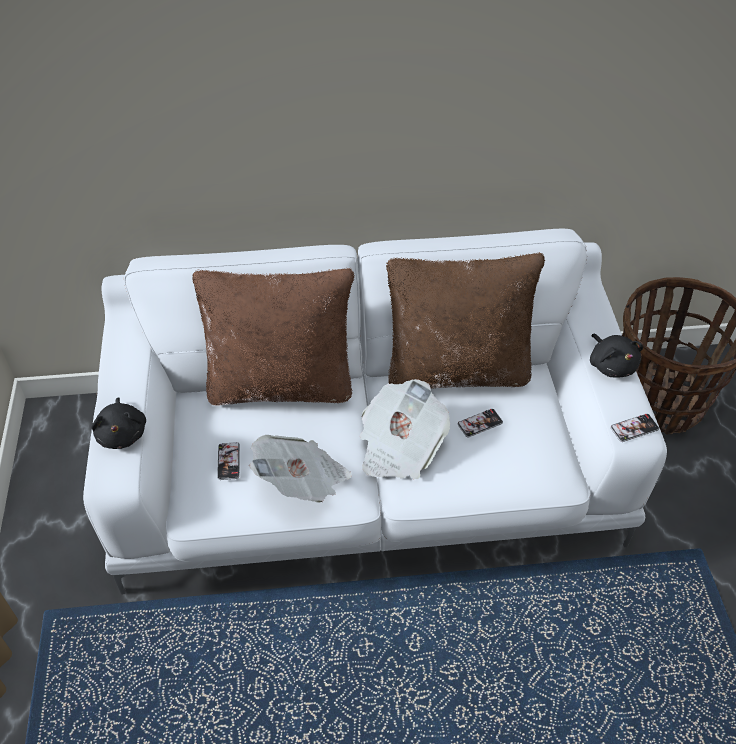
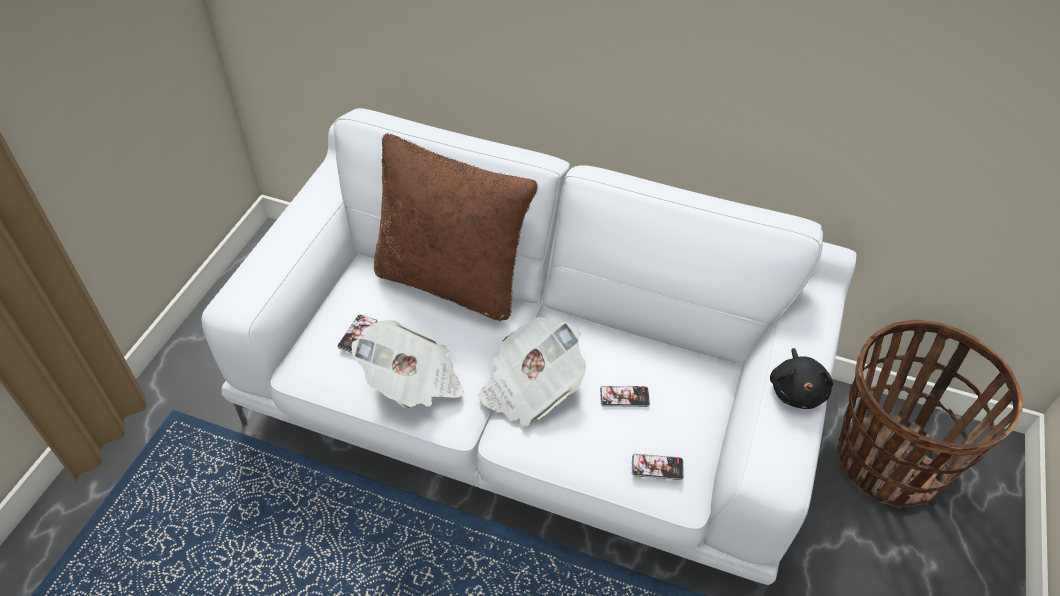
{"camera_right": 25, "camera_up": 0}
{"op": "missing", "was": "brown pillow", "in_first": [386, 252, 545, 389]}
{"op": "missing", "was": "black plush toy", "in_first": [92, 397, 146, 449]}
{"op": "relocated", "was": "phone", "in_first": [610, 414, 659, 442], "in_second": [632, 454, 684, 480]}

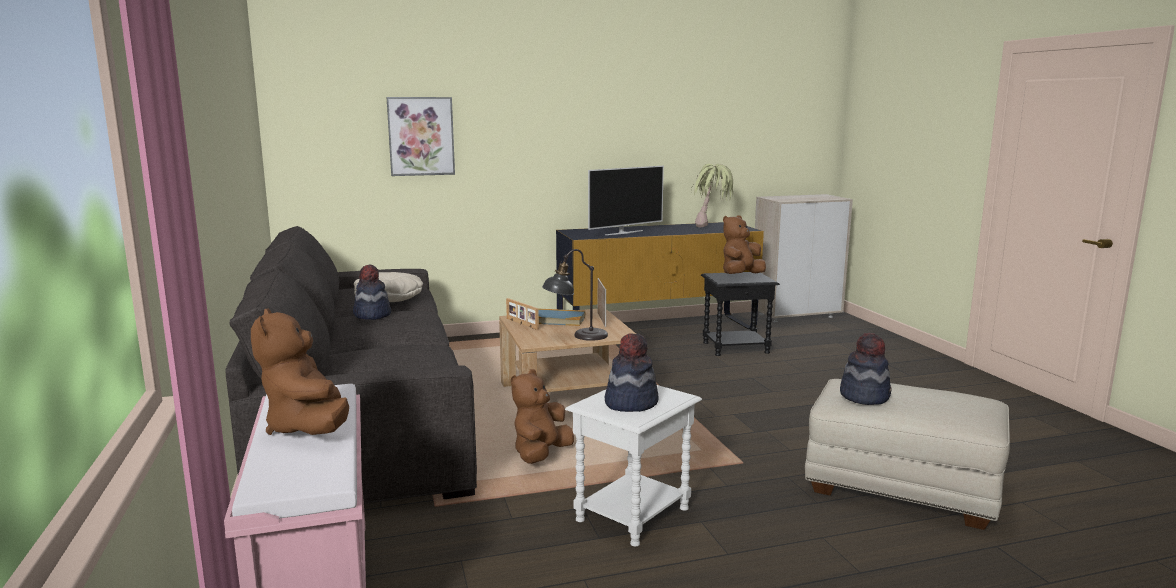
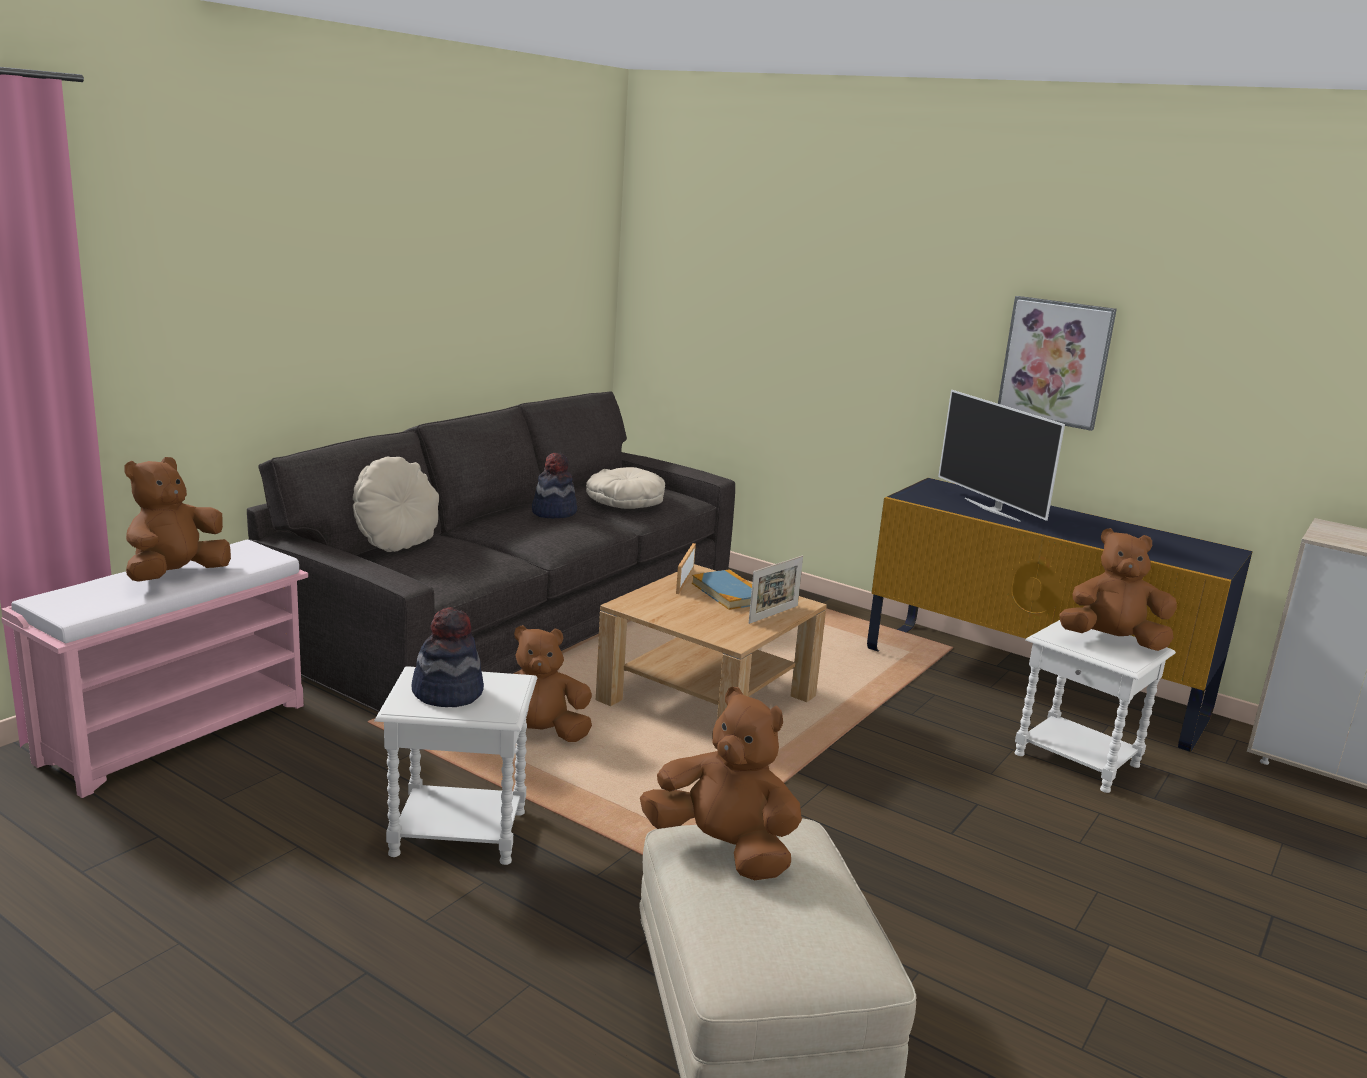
{"camera_right": 50, "camera_up": 5}
{"op": "relocated", "was": "picture", "in_first": [387, 97, 455, 176], "in_second": [998, 296, 1117, 431]}
{"op": "missing", "was": "potted plant", "in_first": [691, 164, 733, 227]}
{"op": "spun", "was": "television", "in_first": [588, 166, 664, 235], "in_second": [938, 390, 1065, 522], "clockwise": 45}
{"op": "missing", "was": "grey table lamp", "in_first": [542, 249, 608, 341]}
{"op": "colour", "was": "black side table", "now": "white side table", "in_first": [701, 272, 780, 356], "in_second": [1015, 620, 1176, 793]}
{"op": "exchanged", "was": "hat", "now": "brown plush toy", "in_first": [840, 333, 892, 405], "in_second": [640, 687, 802, 880]}
{"op": "appeared", "now": "beige pillow", "in_second": [353, 457, 439, 552]}

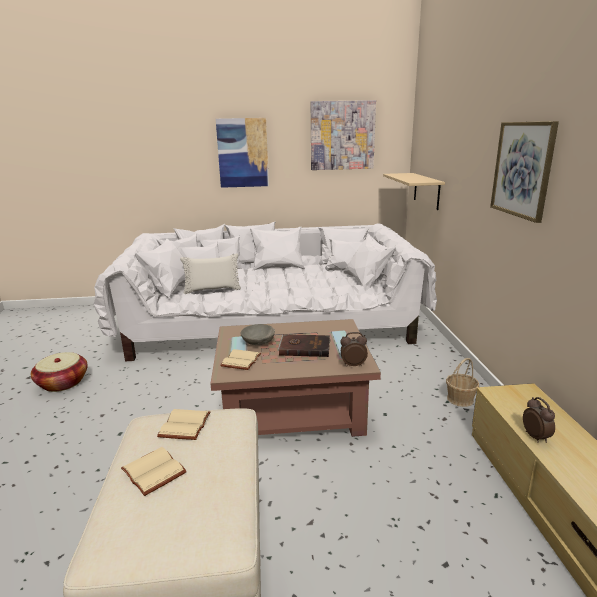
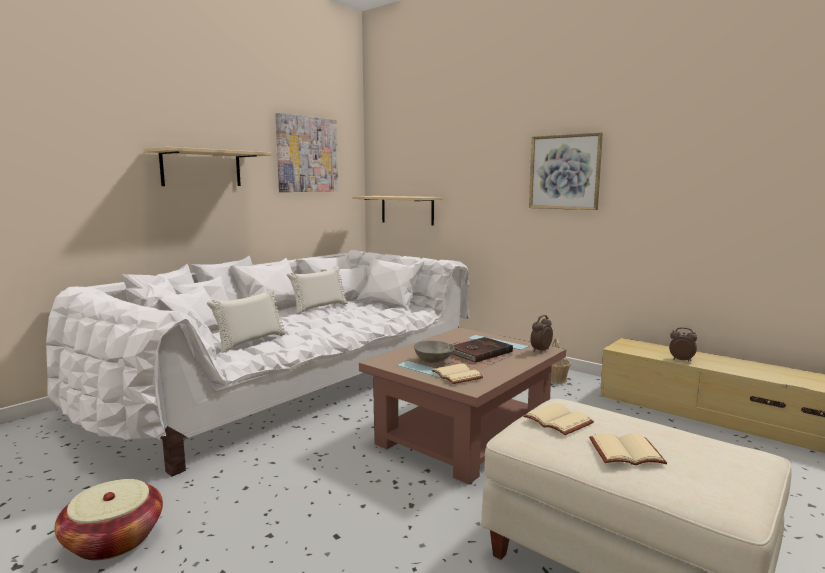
{"camera_right": -45, "camera_up": -10}
{"op": "exchanged", "was": "picture", "now": "beige shelf", "in_first": [216, 118, 269, 188], "in_second": [145, 147, 272, 186]}
{"op": "appeared", "now": "white pillow", "in_second": [287, 266, 347, 315]}

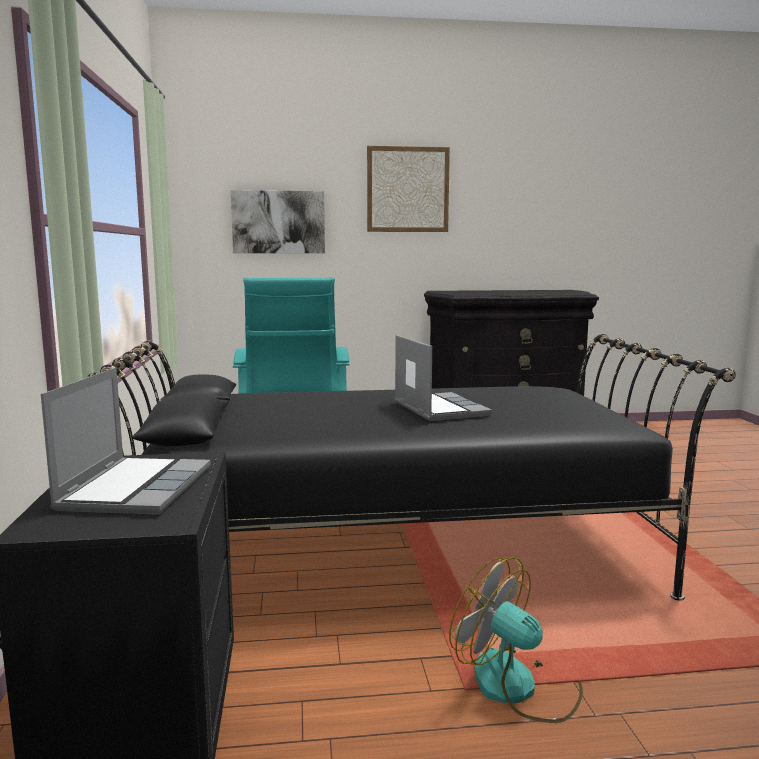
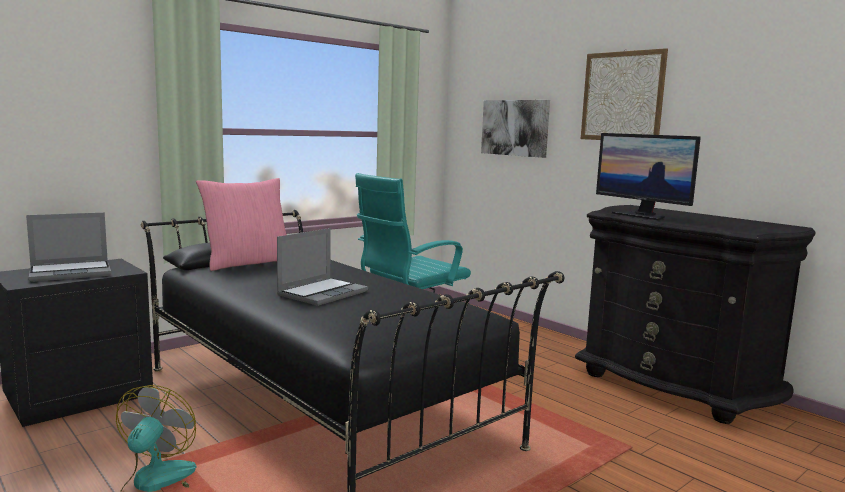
{"camera_right": 55, "camera_up": 0}
{"op": "appeared", "now": "monitor", "in_second": [596, 133, 701, 221]}
{"op": "appeared", "now": "pink pillow", "in_second": [196, 178, 287, 271]}

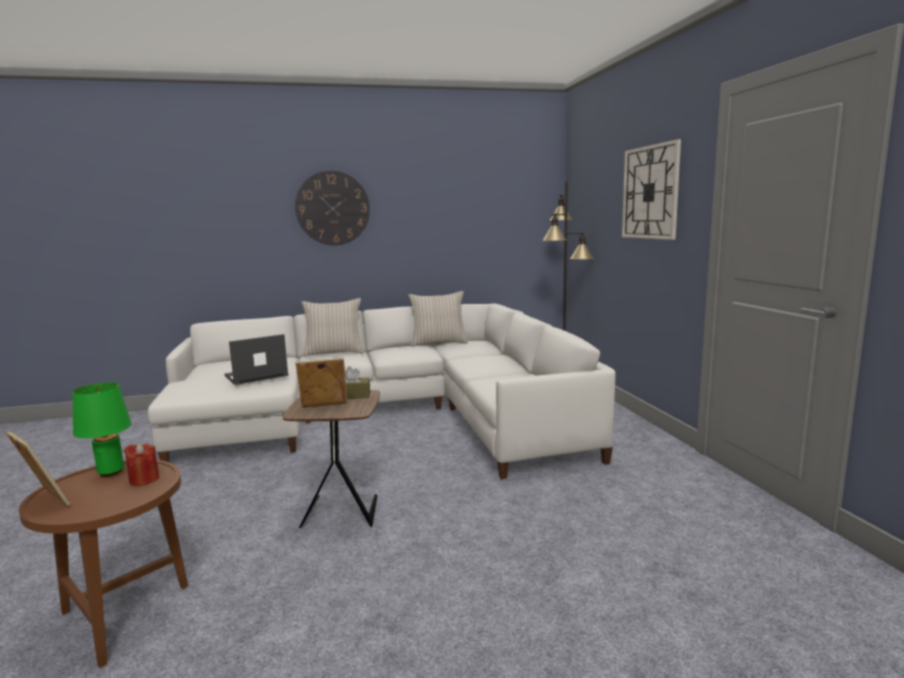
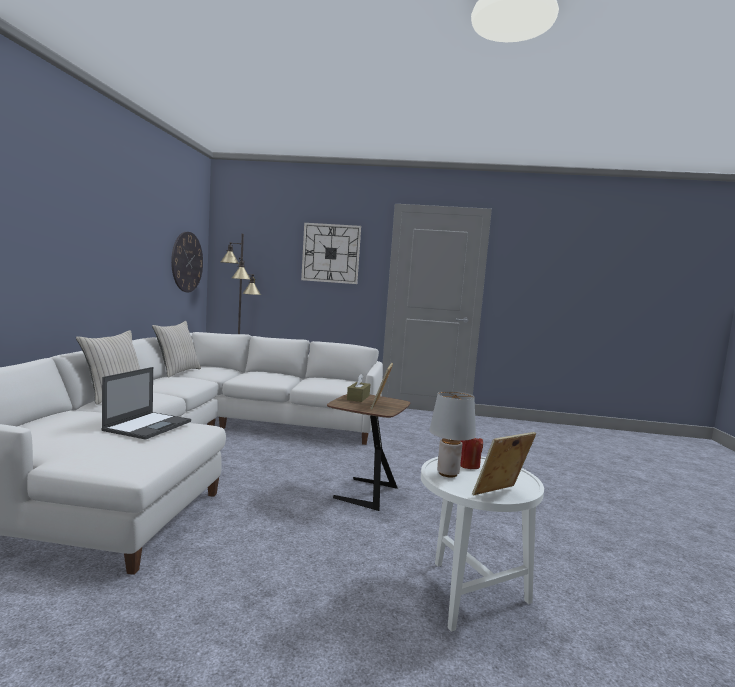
{"camera_right": -70, "camera_up": -5}
{"op": "relocated", "was": "wall clock", "in_first": [295, 170, 370, 246], "in_second": [171, 232, 203, 292]}
{"op": "spun", "was": "laptop", "in_first": [224, 334, 288, 385], "in_second": [101, 367, 191, 440], "clockwise": -150}
{"op": "colour", "was": "green table lamp", "now": "grey table lamp", "in_first": [72, 382, 131, 477], "in_second": [429, 391, 476, 478]}
{"op": "colour", "was": "brown side table", "now": "white side table", "in_first": [19, 460, 188, 668], "in_second": [421, 456, 544, 632]}

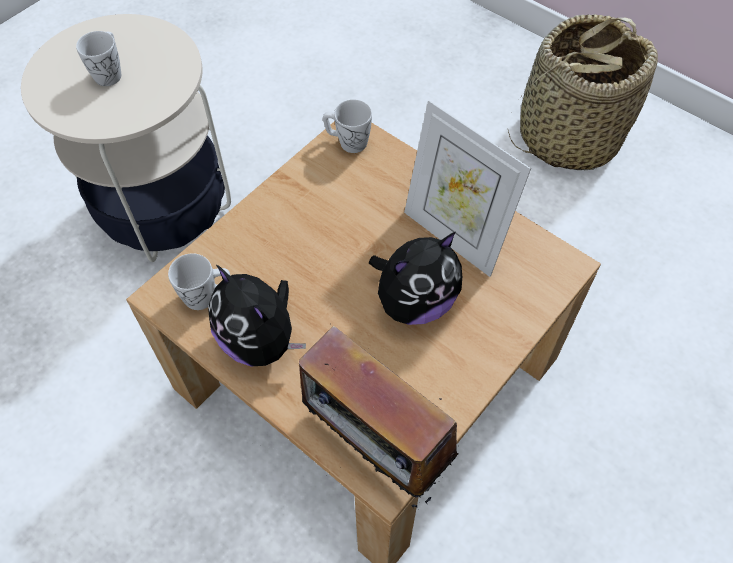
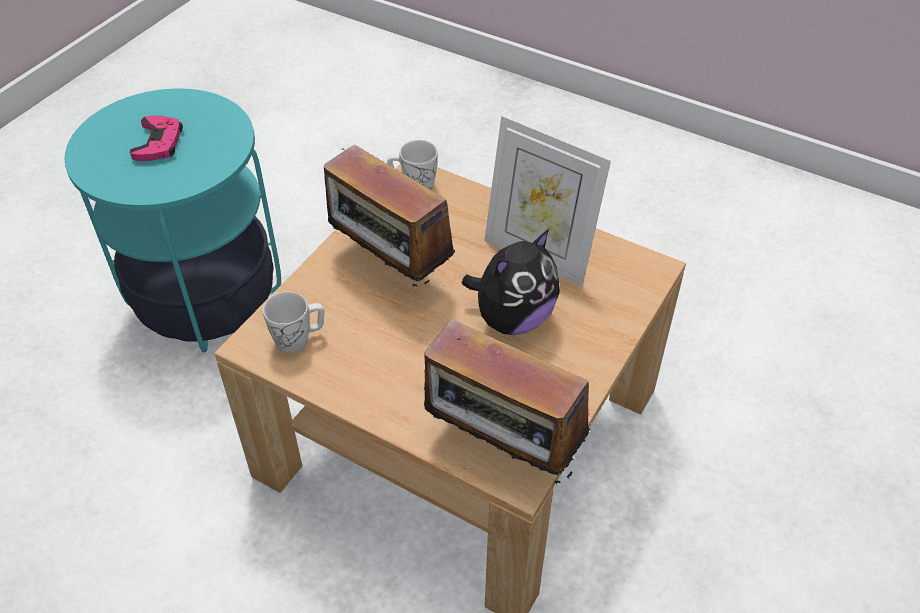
{"camera_right": -10, "camera_up": -10}
{"op": "colour", "was": "beige side table", "now": "turquoise side table", "in_first": [21, 14, 231, 262], "in_second": [65, 89, 281, 353]}
{"op": "missing", "was": "basket", "in_first": [507, 14, 658, 170]}
{"op": "exchanged", "was": "white mug", "now": "pink game controller", "in_first": [76, 31, 121, 86], "in_second": [130, 116, 183, 161]}
{"op": "missing", "was": "plush toy", "in_first": [208, 264, 306, 366]}
{"op": "appeared", "now": "radio", "in_second": [324, 144, 455, 290]}

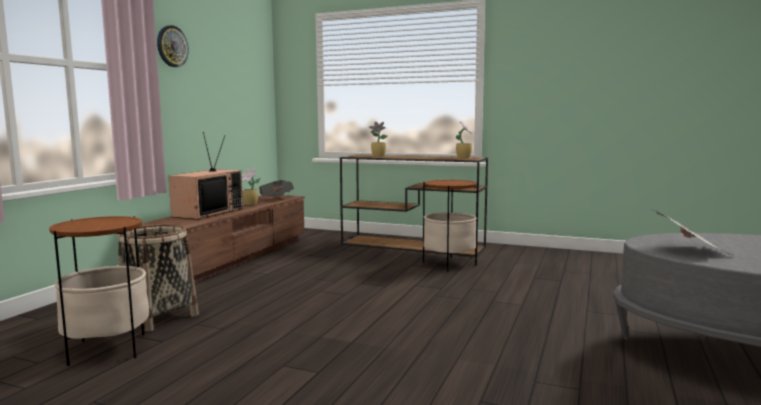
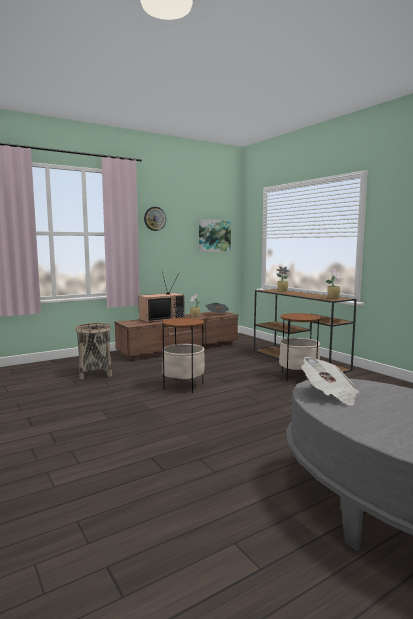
{"camera_right": 35, "camera_up": 0}
{"op": "relocated", "was": "side table", "in_first": [49, 216, 149, 366], "in_second": [162, 318, 205, 393]}
{"op": "appeared", "now": "picture", "in_second": [199, 219, 231, 252]}

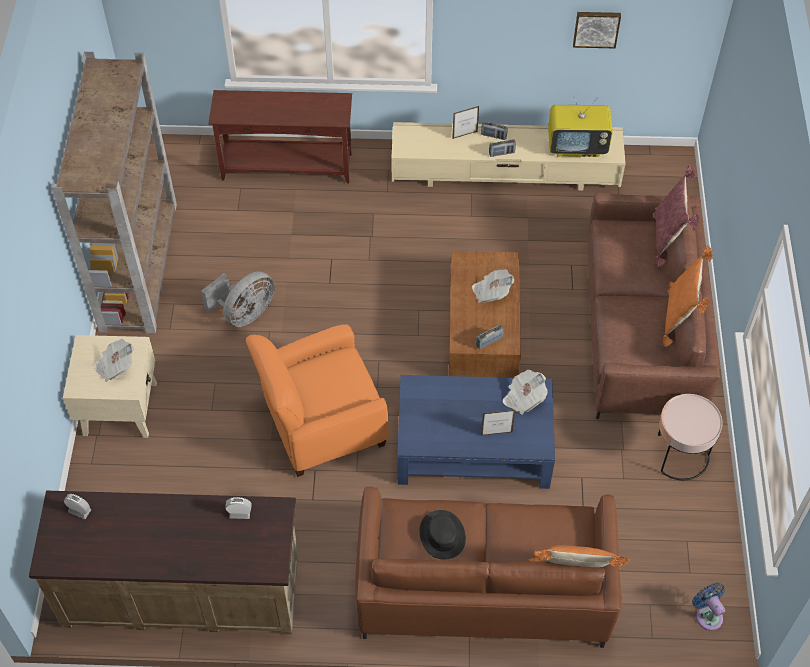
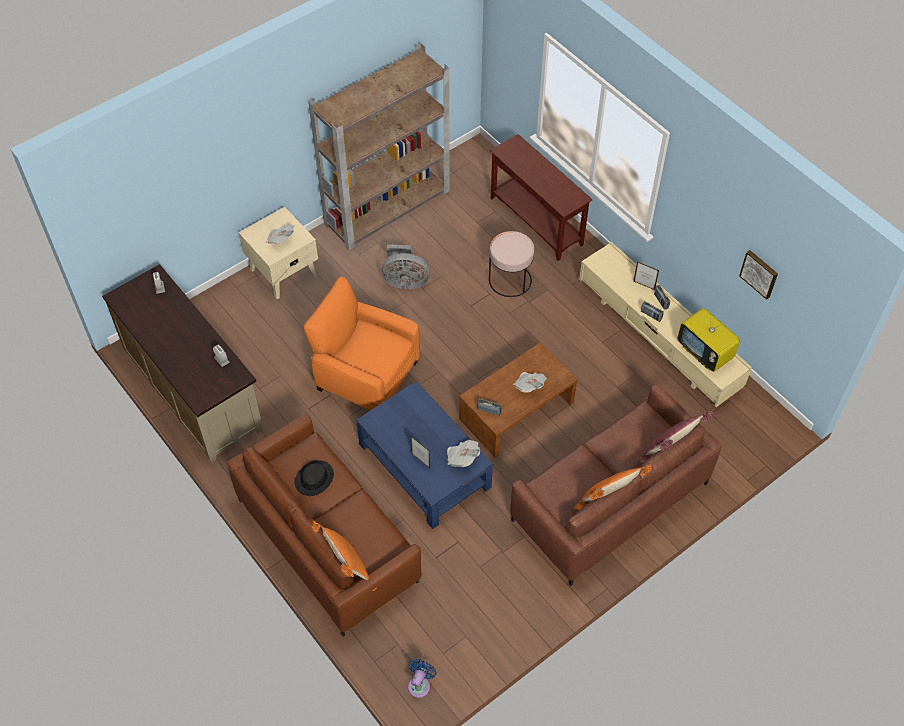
{"camera_right": 50, "camera_up": 0}
{"op": "relocated", "was": "pink side table", "in_first": [658, 394, 723, 480], "in_second": [489, 231, 534, 297]}

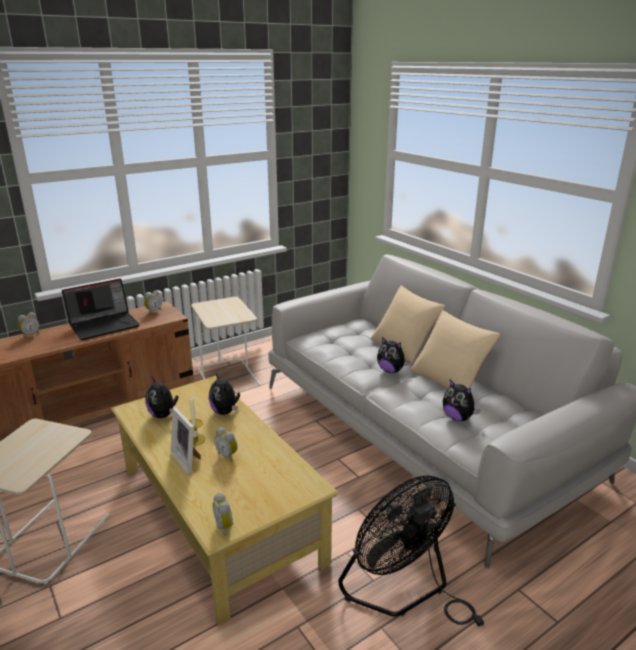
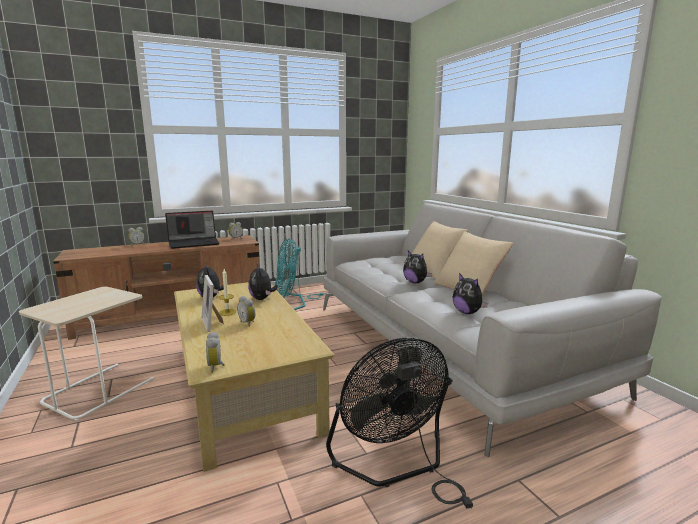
{"camera_right": 10, "camera_up": -10}
{"op": "exchanged", "was": "beige side table", "now": "turquoise fan", "in_first": [191, 297, 261, 386], "in_second": [275, 239, 325, 310]}

